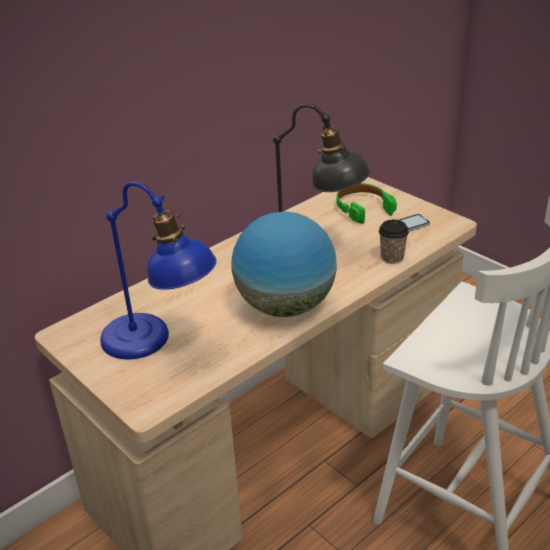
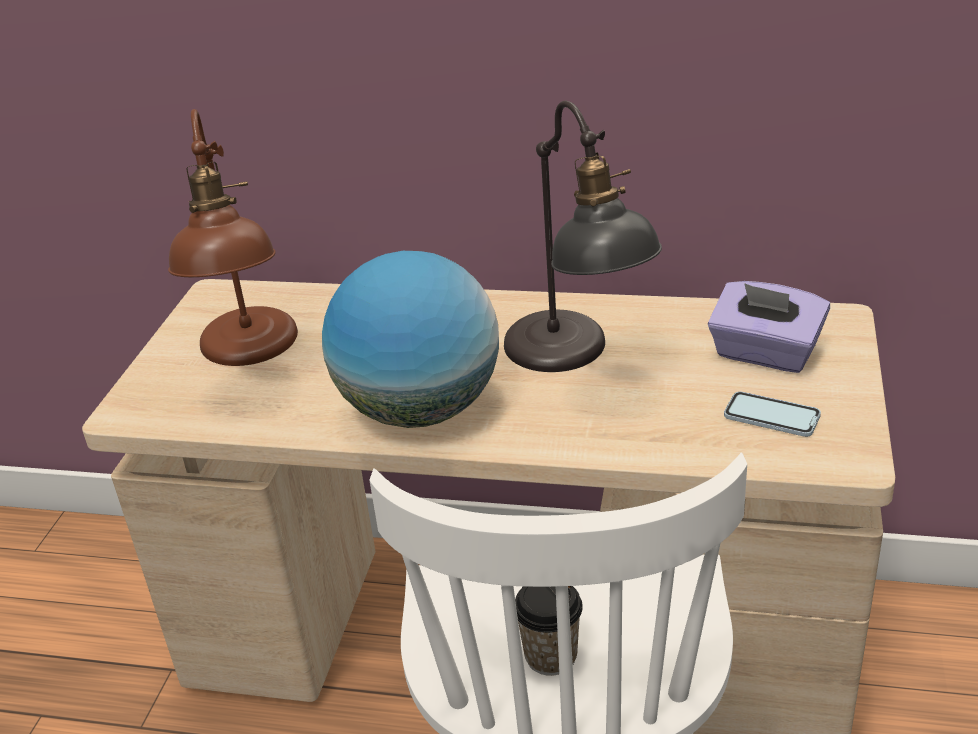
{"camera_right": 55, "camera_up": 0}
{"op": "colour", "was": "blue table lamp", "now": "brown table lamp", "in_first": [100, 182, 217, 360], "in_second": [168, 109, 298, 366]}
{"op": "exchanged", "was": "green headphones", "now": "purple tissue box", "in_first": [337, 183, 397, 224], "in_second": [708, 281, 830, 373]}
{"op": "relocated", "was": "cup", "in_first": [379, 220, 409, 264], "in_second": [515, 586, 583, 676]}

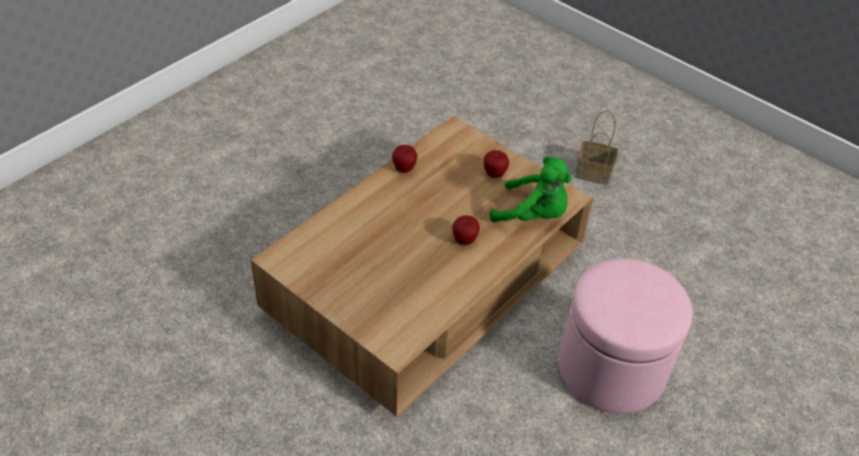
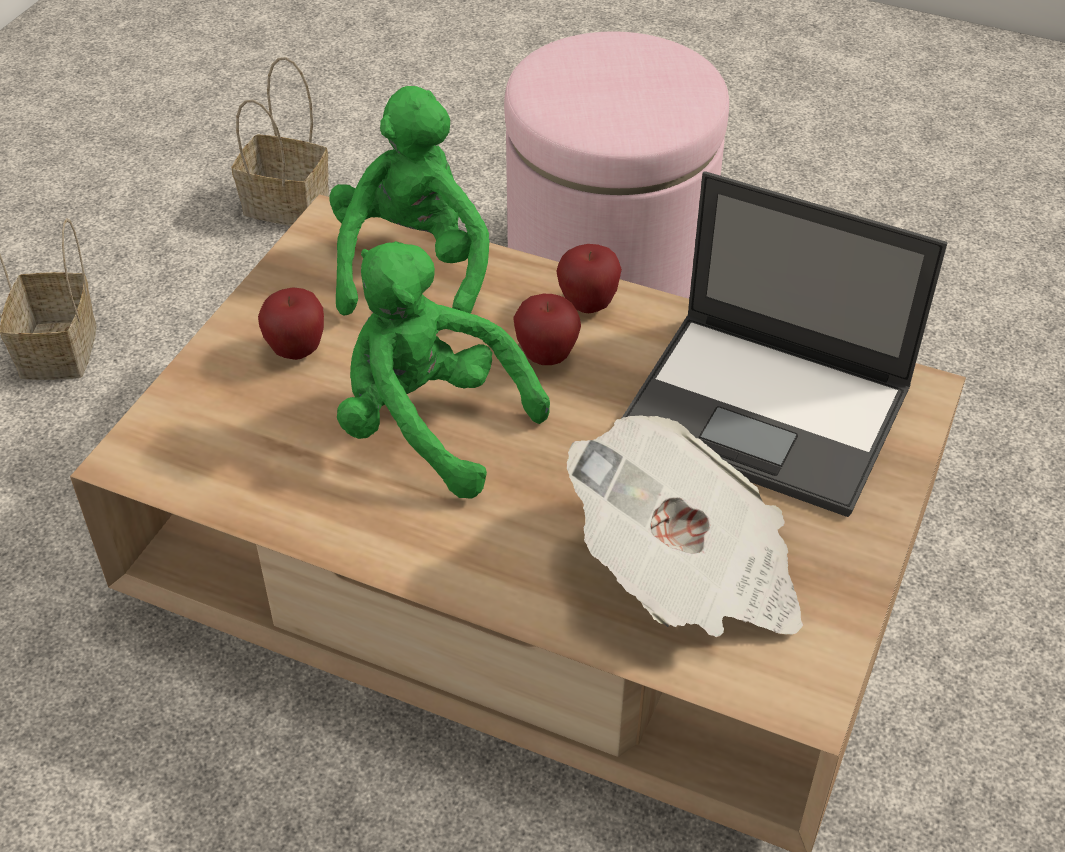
{"camera_right": -105, "camera_up": 0}
{"op": "relocated", "was": "apple", "in_first": [392, 145, 417, 173], "in_second": [556, 244, 622, 313]}
{"op": "appeared", "now": "basket", "in_second": [232, 57, 330, 226]}
{"op": "appeared", "now": "laptop", "in_second": [622, 171, 947, 517]}
{"op": "appeared", "now": "green plush toy", "in_second": [337, 241, 550, 499]}
{"op": "appeared", "now": "newspaper", "in_second": [567, 416, 803, 637]}

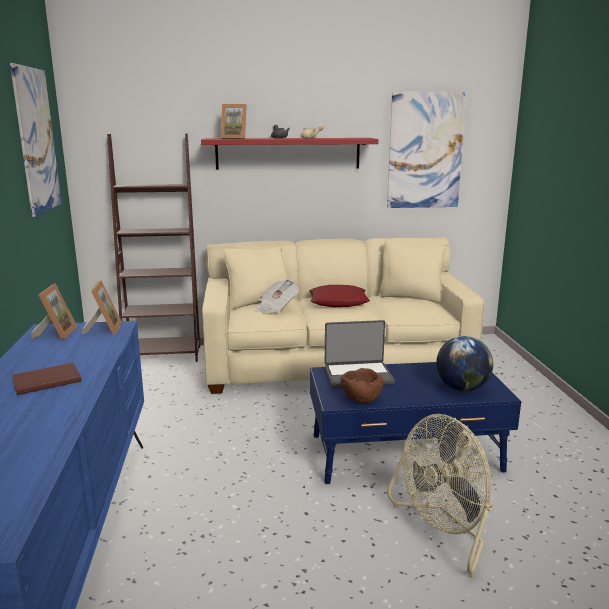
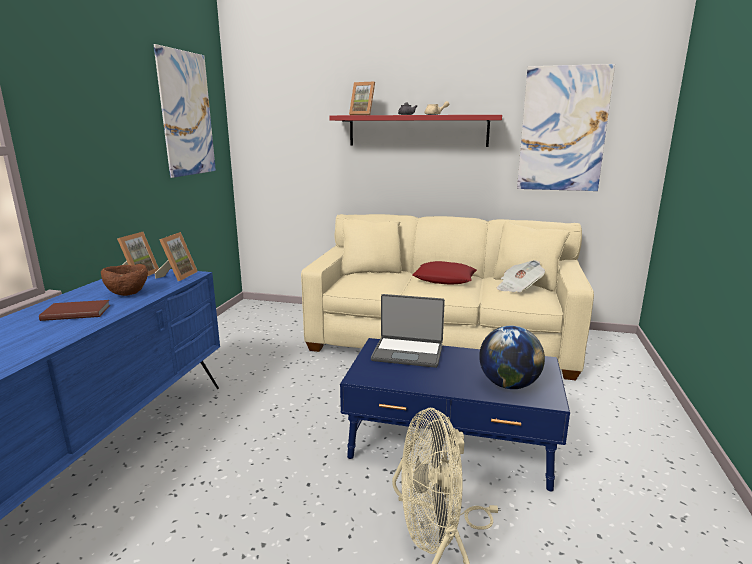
{"camera_right": 20, "camera_up": 0}
{"op": "missing", "was": "brown bookcase", "in_first": [107, 134, 200, 362]}
{"op": "relocated", "was": "newspaper", "in_first": [256, 279, 299, 313], "in_second": [497, 260, 545, 293]}
{"op": "relocated", "was": "brown bowl", "in_first": [340, 368, 383, 403], "in_second": [101, 264, 148, 296]}

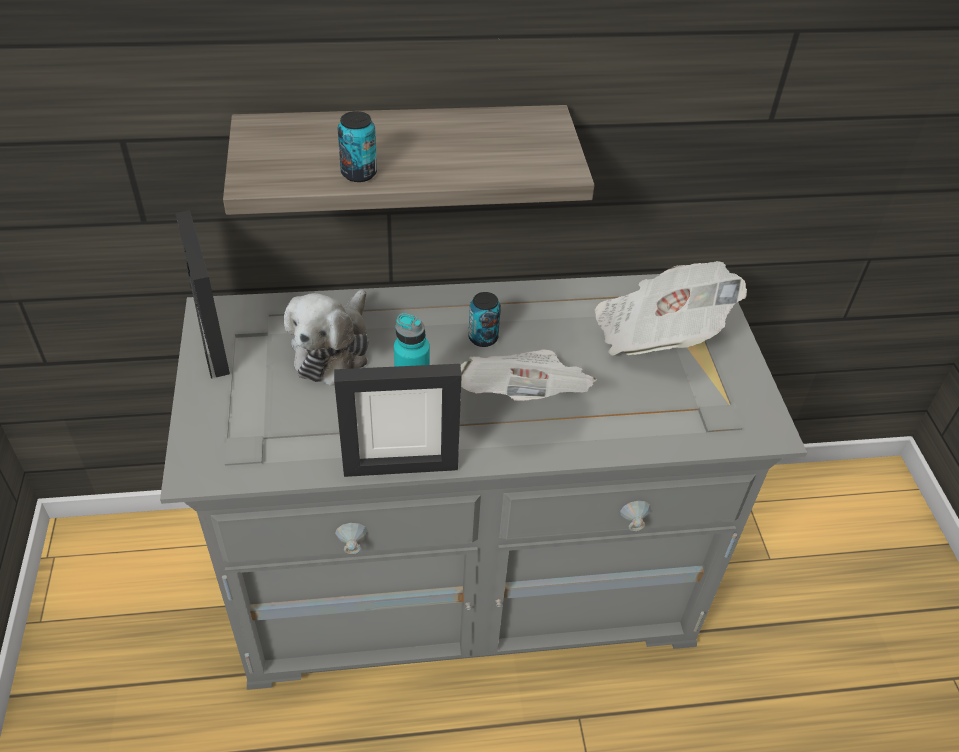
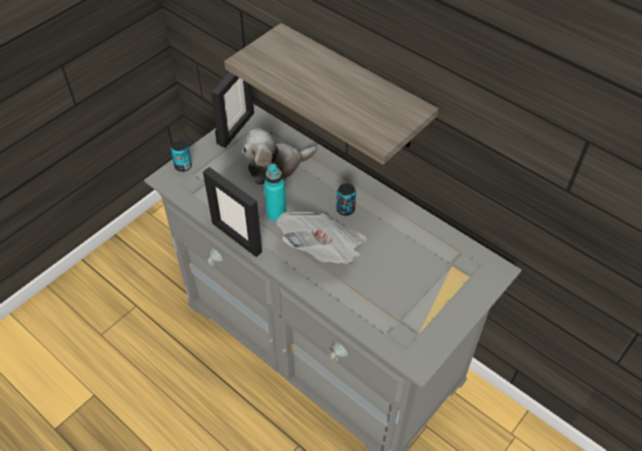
{"camera_right": 50, "camera_up": 5}
{"op": "relocated", "was": "can", "in_first": [337, 111, 377, 182], "in_second": [171, 140, 192, 172]}
{"op": "missing", "was": "newspaper", "in_first": [594, 261, 747, 355]}

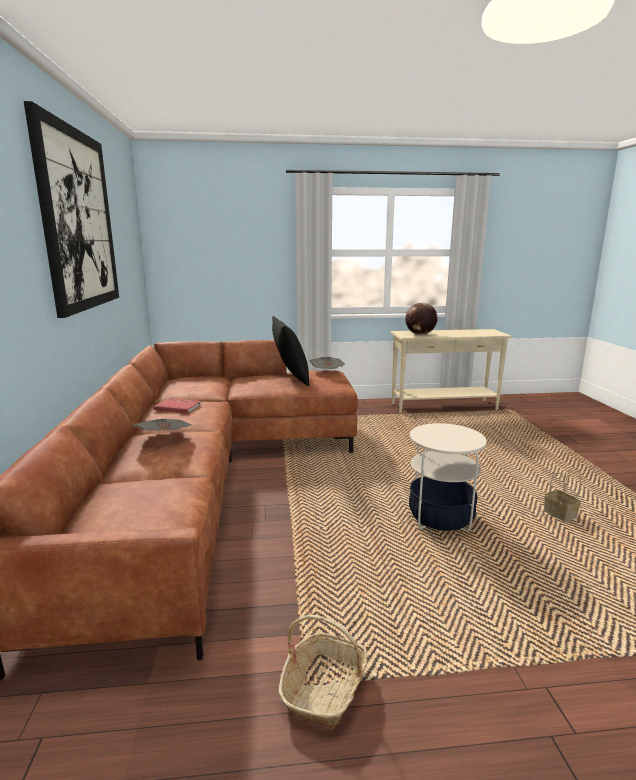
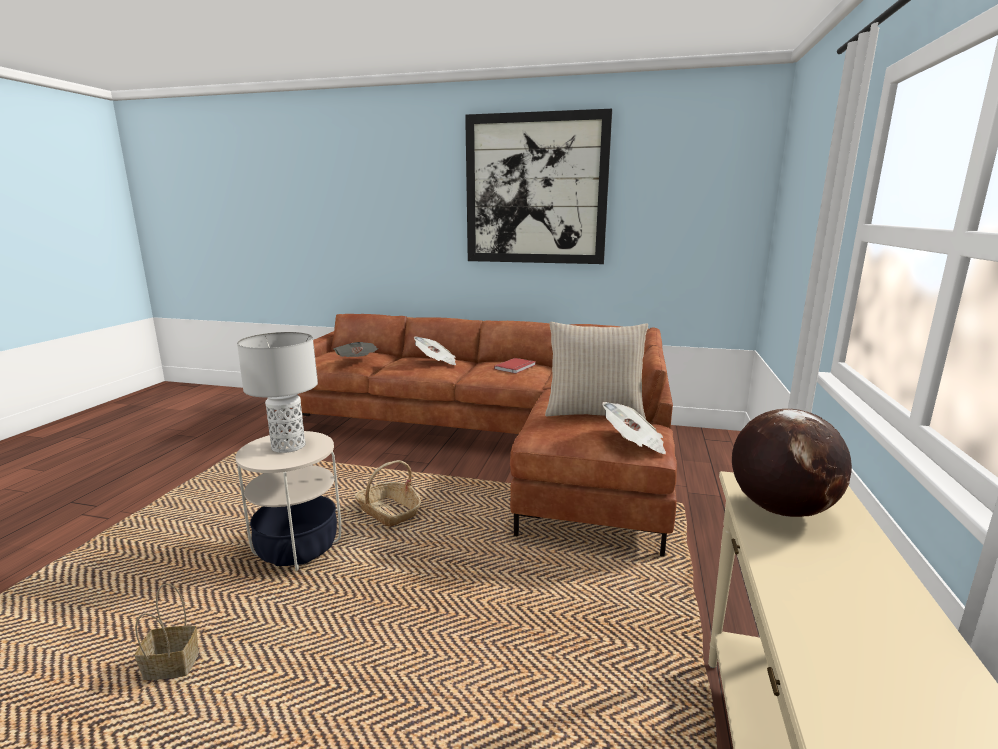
{"camera_right": 110, "camera_up": 0}
{"op": "colour", "was": "black pillow", "now": "beige pillow", "in_first": [272, 316, 309, 386], "in_second": [545, 322, 648, 420]}
{"op": "relocated", "was": "basket", "in_first": [278, 614, 368, 729], "in_second": [355, 460, 421, 527]}
{"op": "appeared", "now": "white table lamp", "in_second": [237, 332, 318, 453]}
{"op": "appeared", "now": "newspaper", "in_second": [333, 342, 378, 357]}

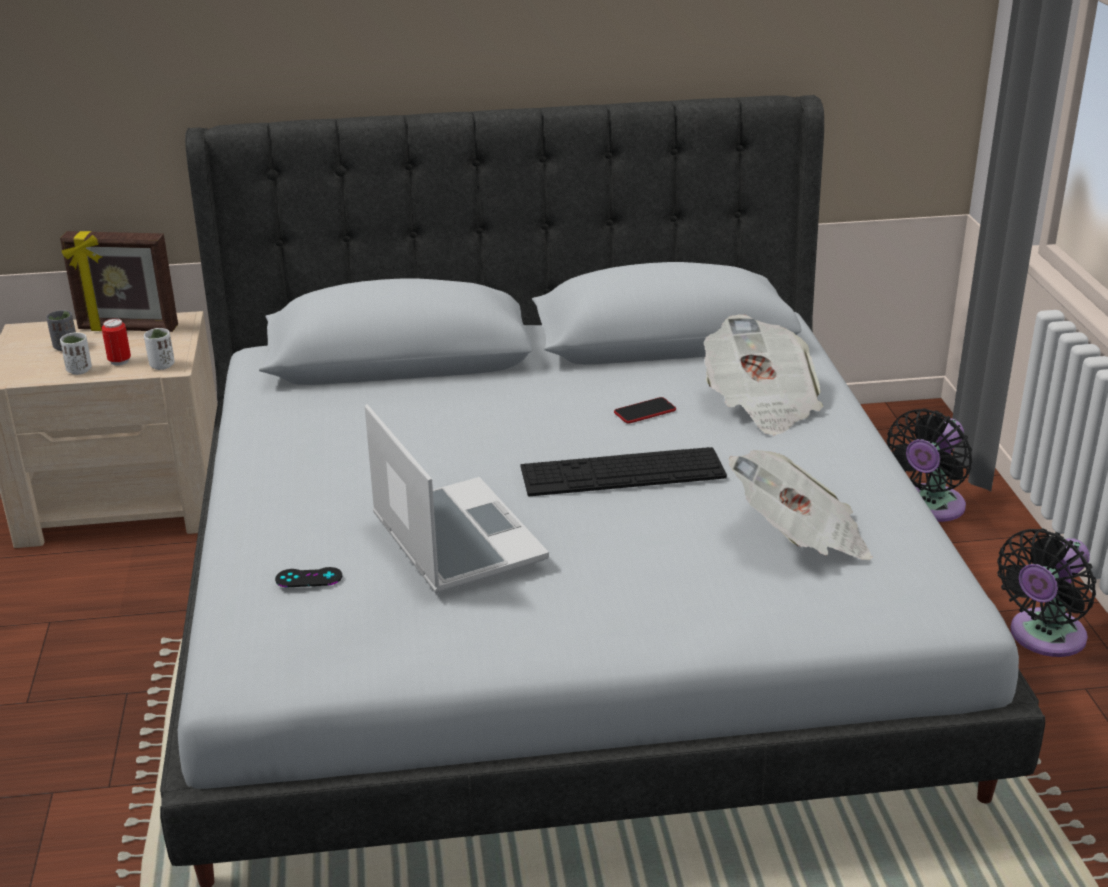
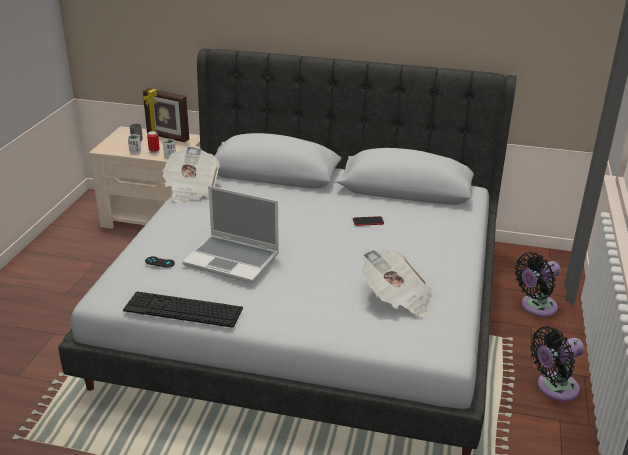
{"camera_right": 20, "camera_up": 0}
{"op": "relocated", "was": "newspaper", "in_first": [704, 314, 823, 435], "in_second": [162, 146, 220, 203]}
{"op": "spun", "was": "laptop", "in_first": [365, 404, 549, 593], "in_second": [182, 186, 279, 283], "clockwise": 120}
{"op": "relocated", "was": "keyboard", "in_first": [520, 447, 727, 496], "in_second": [123, 292, 243, 328]}

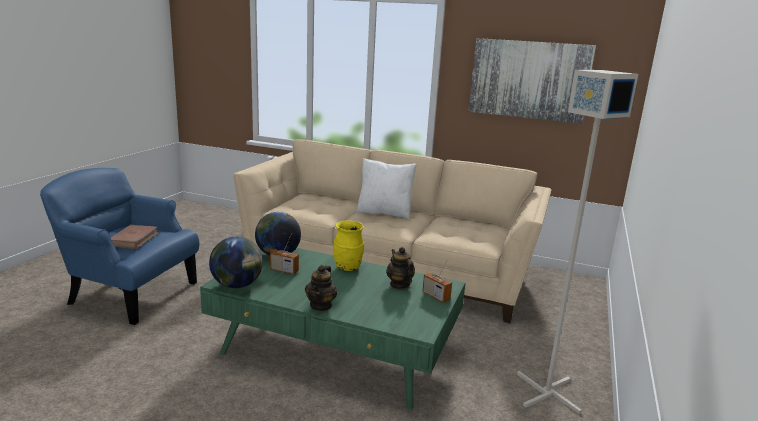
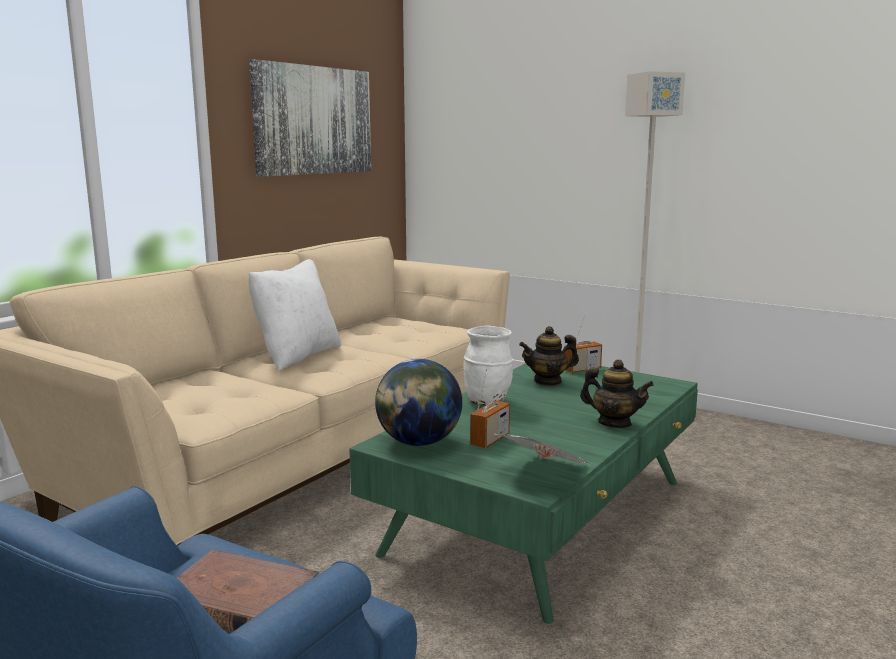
{"camera_right": -75, "camera_up": -5}
{"op": "colour", "was": "yellow vase", "now": "white vase", "in_first": [333, 220, 364, 271], "in_second": [463, 326, 513, 405]}
{"op": "exchanged", "was": "globe", "now": "newspaper", "in_first": [209, 237, 263, 288], "in_second": [495, 434, 591, 465]}

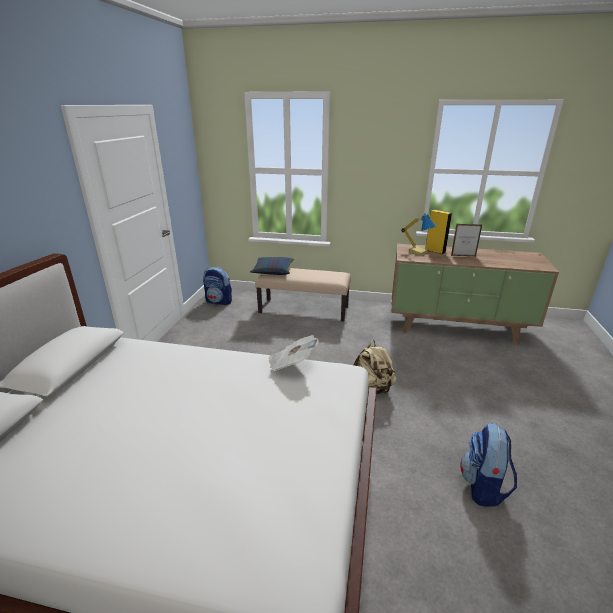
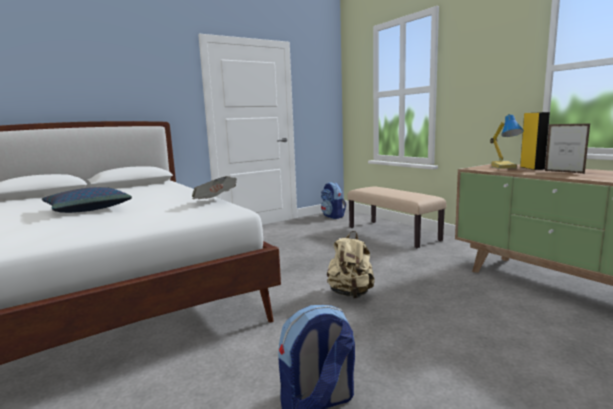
{"camera_right": 45, "camera_up": -15}
{"op": "relocated", "was": "blue pillow", "in_first": [250, 257, 294, 275], "in_second": [42, 187, 132, 213]}

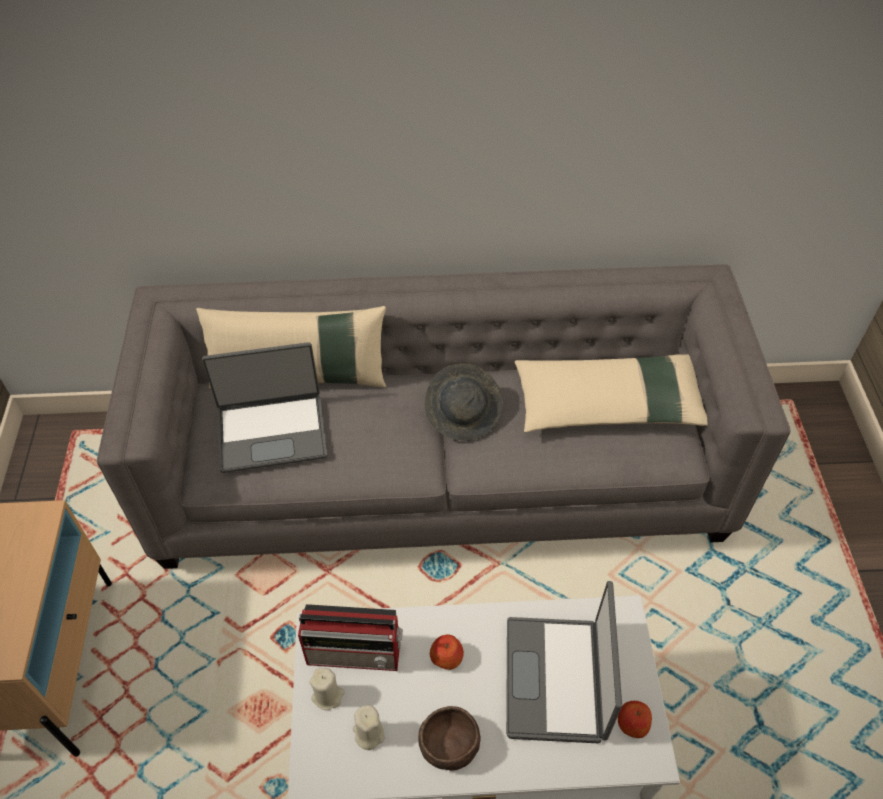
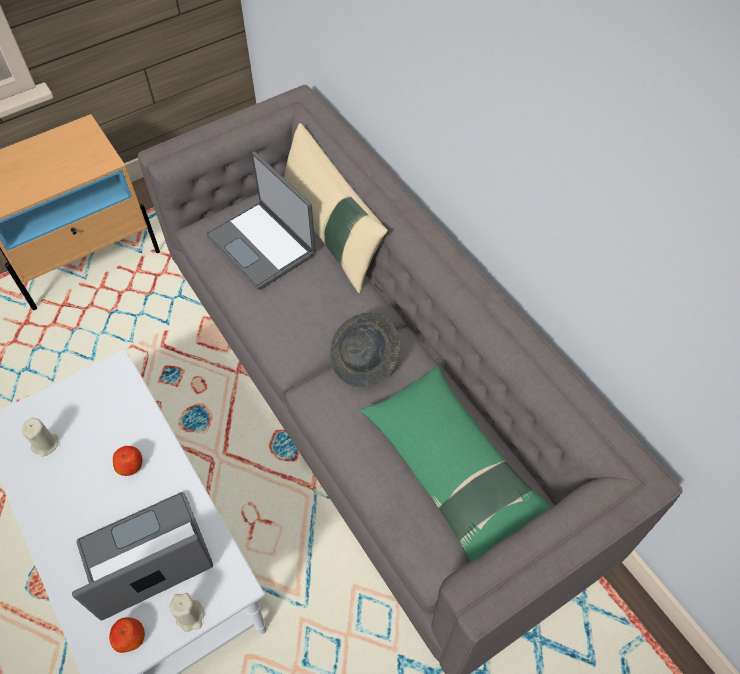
{"camera_right": 60, "camera_up": 5}
{"op": "colour", "was": "beige pillow", "now": "green pillow", "in_first": [515, 354, 708, 433], "in_second": [360, 366, 551, 563]}
{"op": "missing", "was": "radio", "in_first": [298, 604, 403, 671]}
{"op": "relocated", "was": "beige candle", "in_first": [309, 668, 345, 711], "in_second": [170, 593, 204, 632]}
{"op": "missing", "was": "brown bowl", "in_first": [418, 706, 481, 771]}

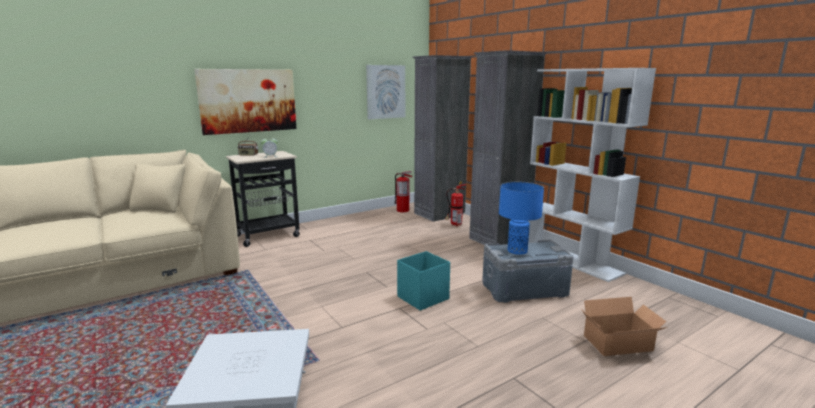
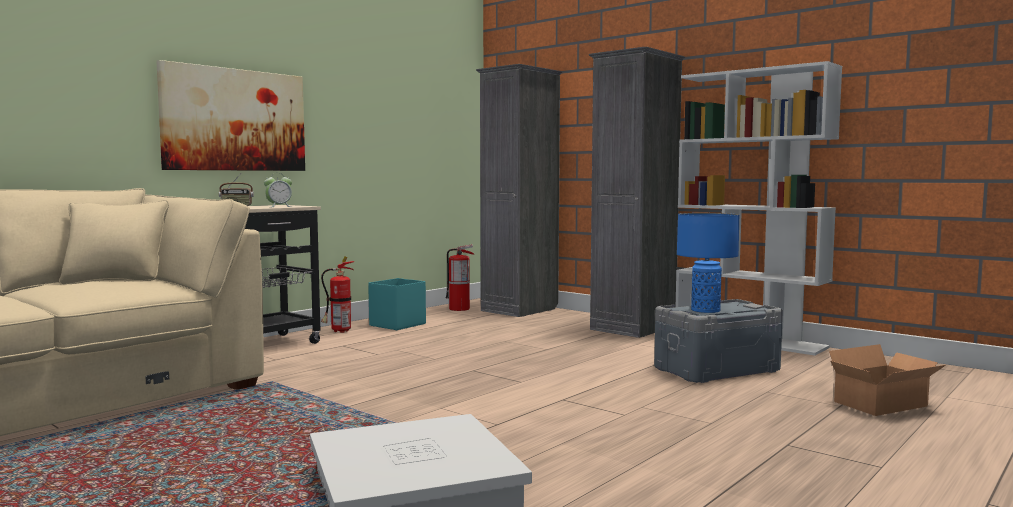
{"camera_right": -15, "camera_up": -10}
{"op": "missing", "was": "picture", "in_first": [366, 65, 405, 119]}
{"op": "relocated", "was": "fire extinguisher", "in_first": [445, 182, 466, 226], "in_second": [321, 256, 354, 333]}
{"op": "relocated", "was": "turquoise storage box", "in_first": [397, 251, 450, 311], "in_second": [368, 278, 426, 330]}

